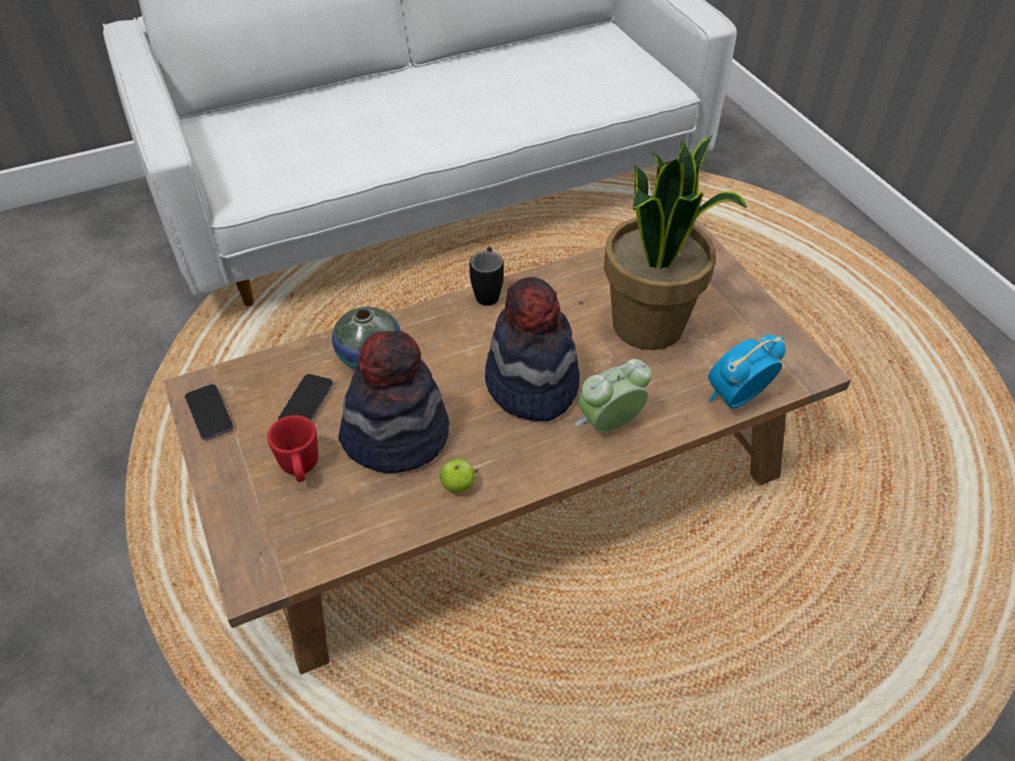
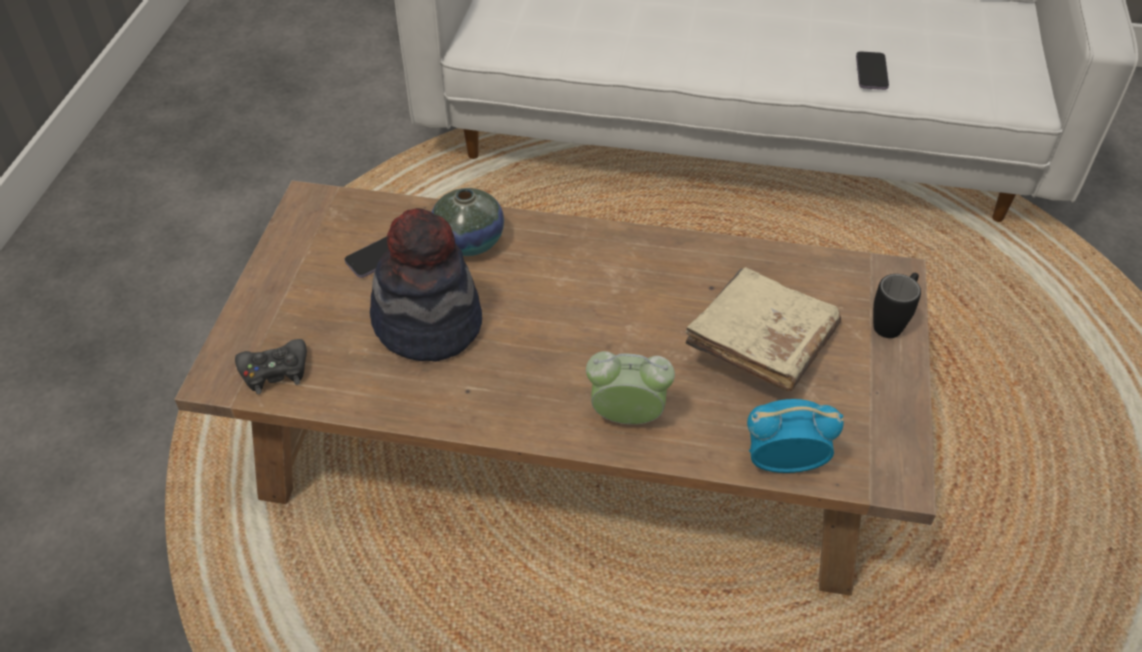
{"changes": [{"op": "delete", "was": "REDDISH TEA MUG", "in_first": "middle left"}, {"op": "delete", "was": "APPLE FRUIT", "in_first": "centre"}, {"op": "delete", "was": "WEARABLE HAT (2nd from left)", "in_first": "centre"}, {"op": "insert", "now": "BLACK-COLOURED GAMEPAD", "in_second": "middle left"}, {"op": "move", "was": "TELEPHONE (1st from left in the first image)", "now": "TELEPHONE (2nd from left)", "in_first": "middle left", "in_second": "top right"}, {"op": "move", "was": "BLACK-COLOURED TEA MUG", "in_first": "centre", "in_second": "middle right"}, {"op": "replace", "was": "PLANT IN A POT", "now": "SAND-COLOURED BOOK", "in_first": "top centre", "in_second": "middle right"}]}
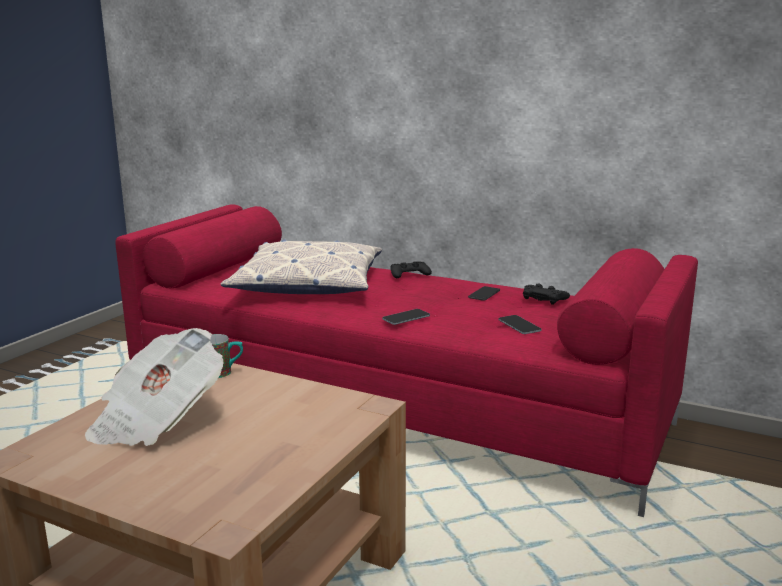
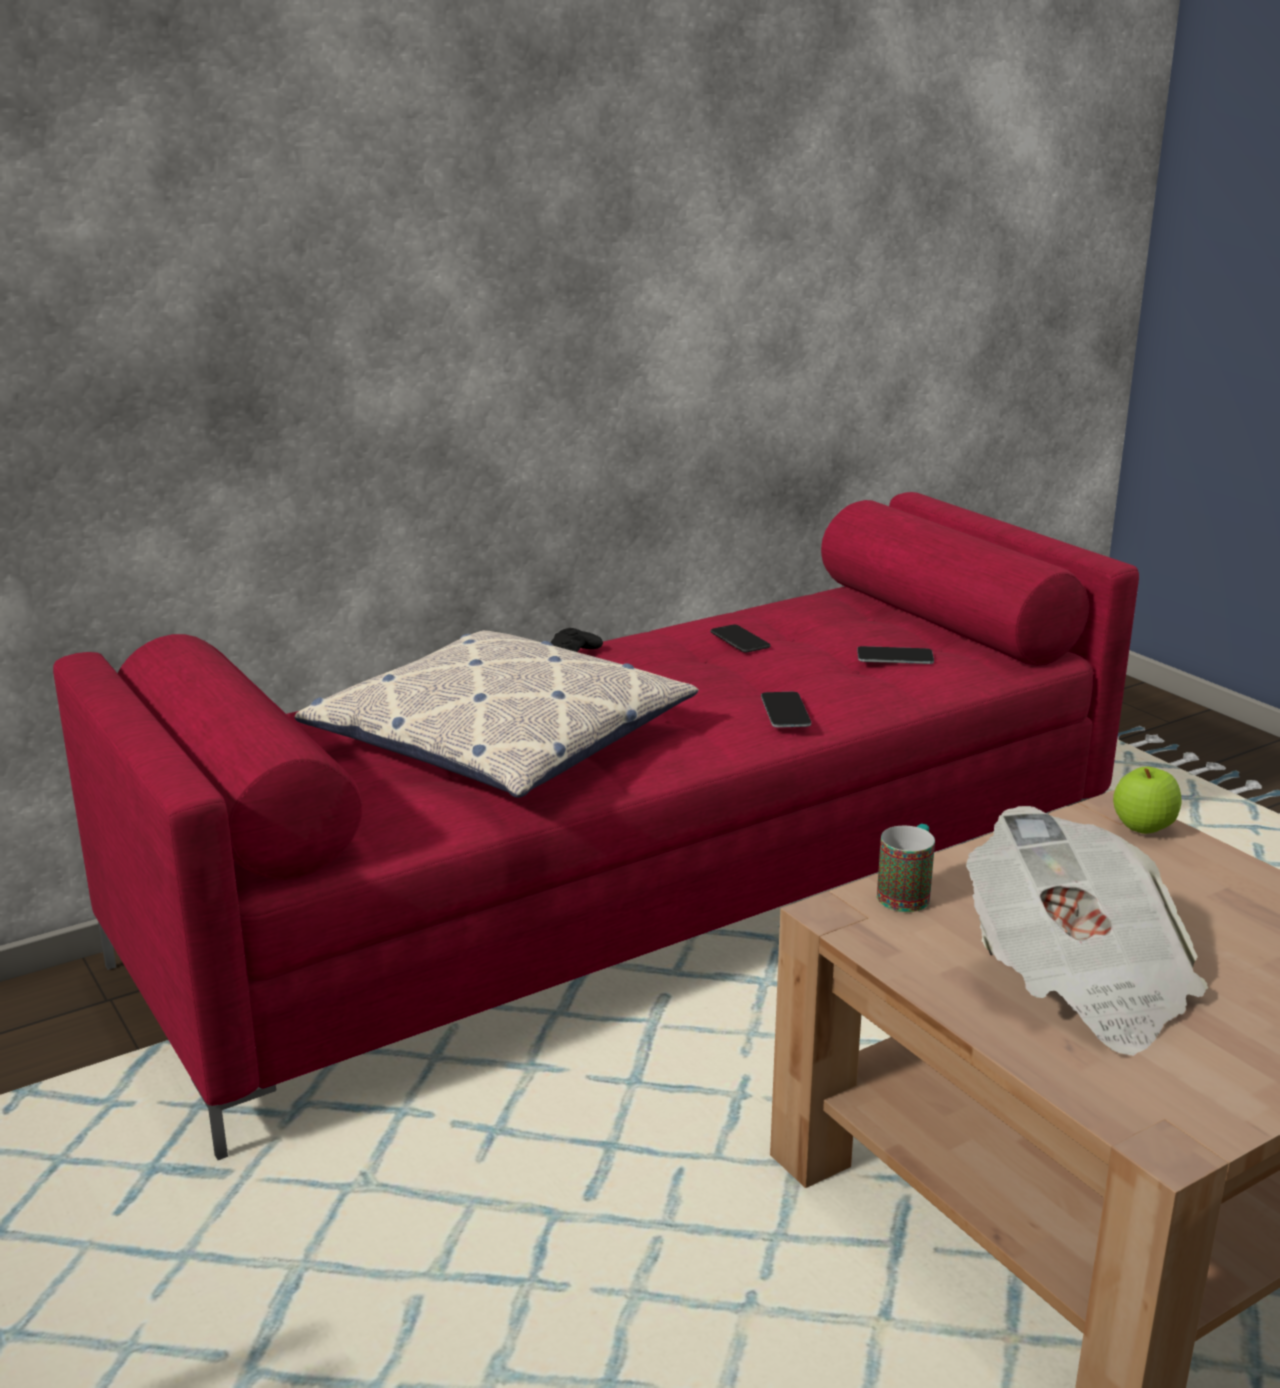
{"changes": [{"op": "delete", "was": "BLACK-COLOURED GAMEPAD (2nd from left)", "in_first": "middle right"}, {"op": "insert", "now": "APPLE FRUIT", "in_second": "middle right"}]}
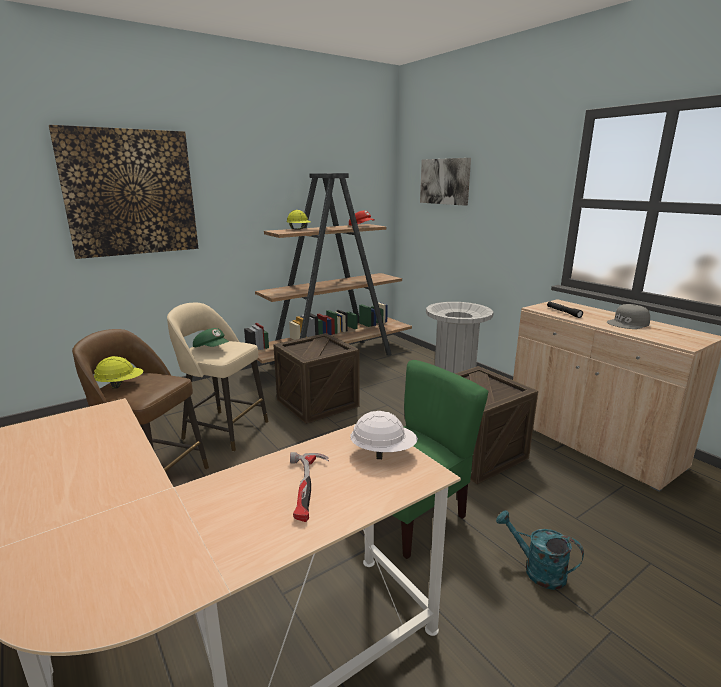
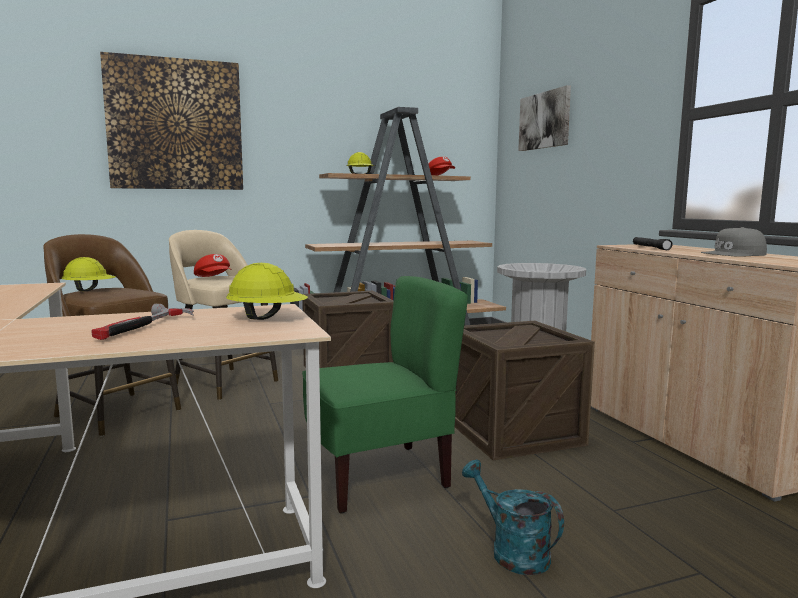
{"changes": [{"op": "recolor", "was": "GREEN-COLOURED PEAKED CAP", "now": "REDDISH PEAKED CAP (1st from left)", "in_first": "middle left", "in_second": "middle left"}, {"op": "recolor", "was": "WHITE WORK HELMET", "now": "YELLOWISH WORK HELMET (2nd from left)", "in_first": "centre", "in_second": "centre"}]}
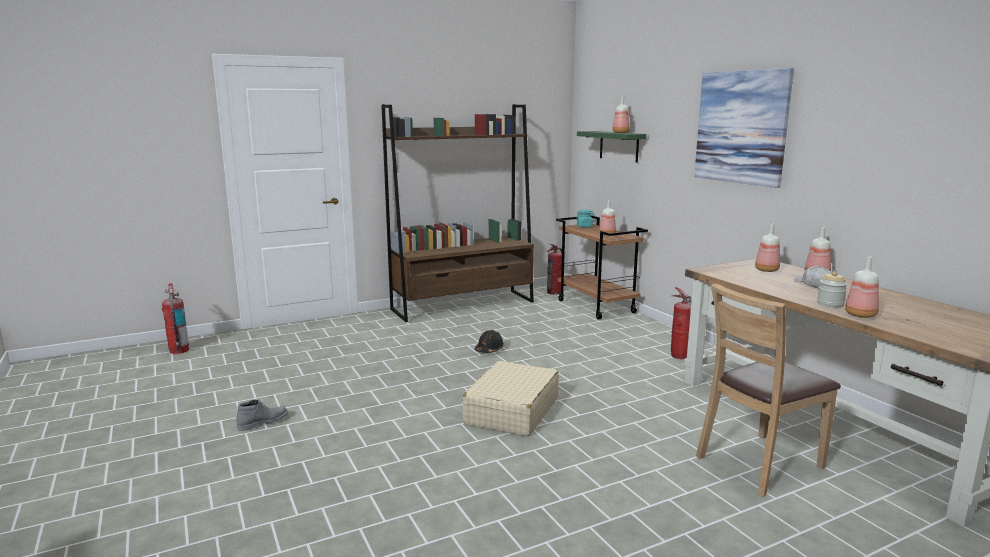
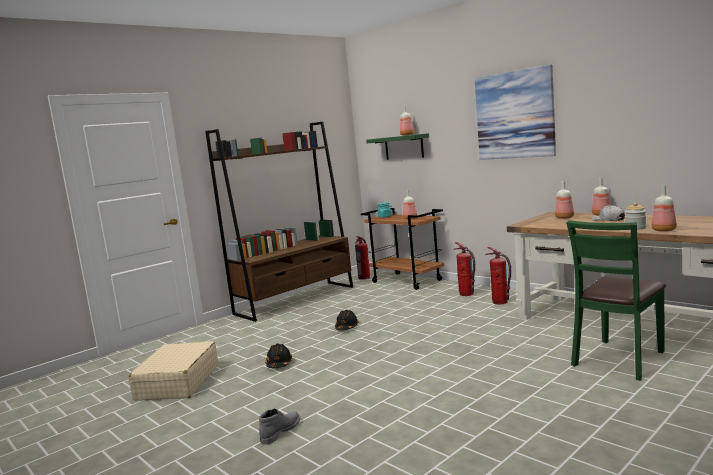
{"changes": [{"op": "insert", "now": "BLACK-COLOURED WORK HELMET (1st from left)", "in_second": "bottom centre"}, {"op": "move", "was": "FIRE-FIGHTING CYLINDER (1st from left in the first image)", "now": "FIRE-FIGHTING CYLINDER (2nd from left)", "in_first": "middle left", "in_second": "centre"}, {"op": "move", "was": "GREYISH BOOT", "in_first": "bottom left", "in_second": "bottom centre"}, {"op": "move", "was": "SAND-COLOURED SUITCASE", "in_first": "bottom centre", "in_second": "bottom left"}, {"op": "recolor", "was": "BROWN PLAIN CHAIR", "now": "GREEN-COLOURED PLAIN CHAIR", "in_first": "bottom right", "in_second": "middle right"}]}
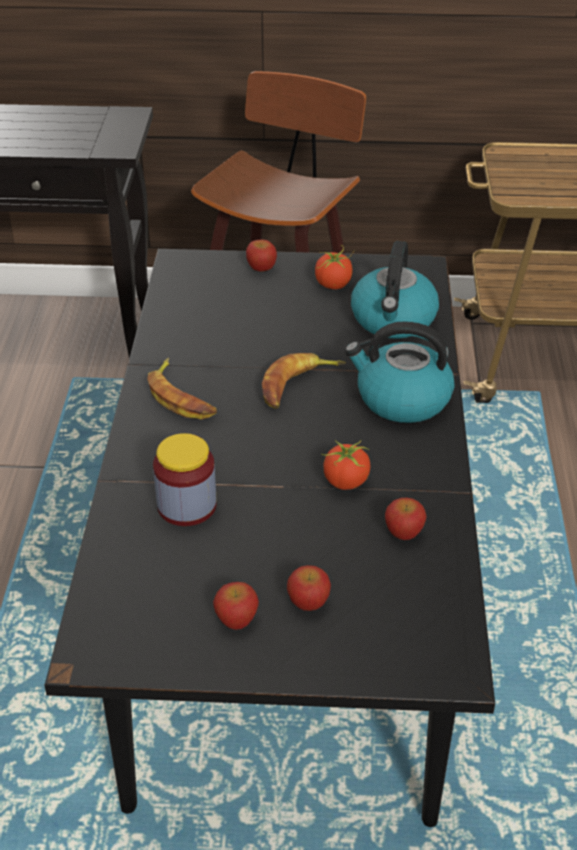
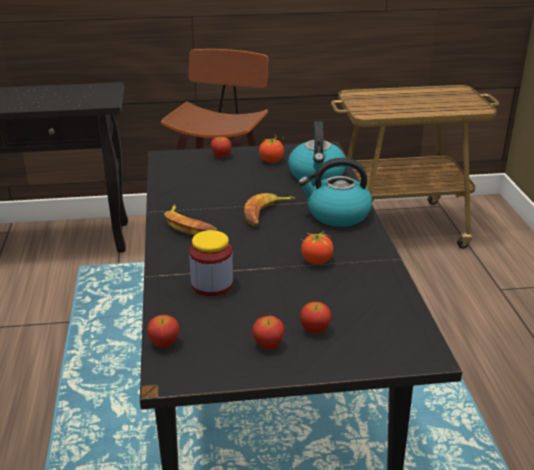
{"changes": [{"op": "move", "was": "APPLE FRUIT (4th from left in the first image)", "now": "APPLE FRUIT (1st from left)", "in_first": "middle right", "in_second": "bottom left"}]}
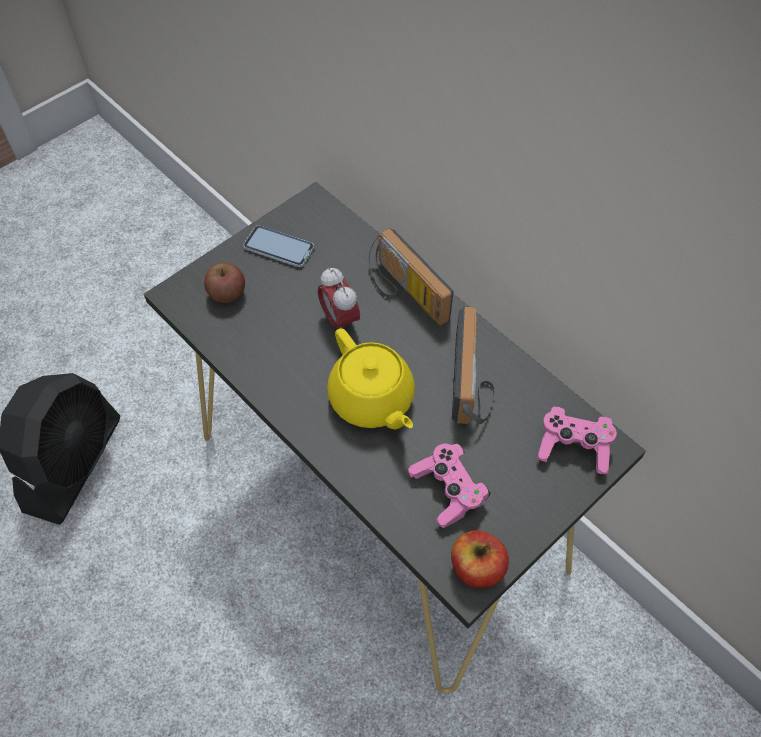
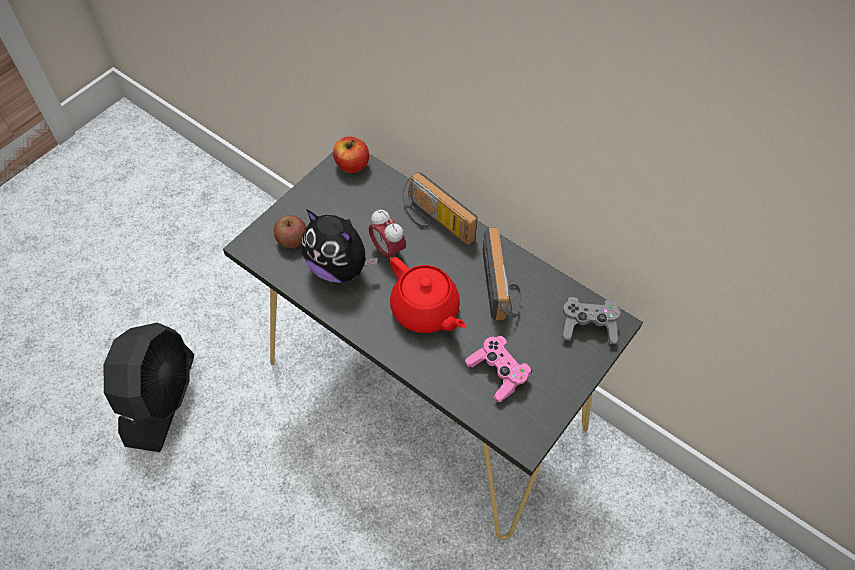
{"changes": [{"op": "delete", "was": "TELEPHONE", "in_first": "centre"}, {"op": "insert", "now": "CUDDLY TOY", "in_second": "centre"}, {"op": "move", "was": "APPLE FRUIT (2nd from left)", "in_first": "bottom centre", "in_second": "top centre"}, {"op": "recolor", "was": "YELLOWISH POT FOR TEA", "now": "REDDISH POT FOR TEA", "in_first": "centre", "in_second": "centre"}, {"op": "recolor", "was": "PINKISH GAMEPAD (2nd from left)", "now": "GREYISH GAMEPAD", "in_first": "middle right", "in_second": "middle right"}]}
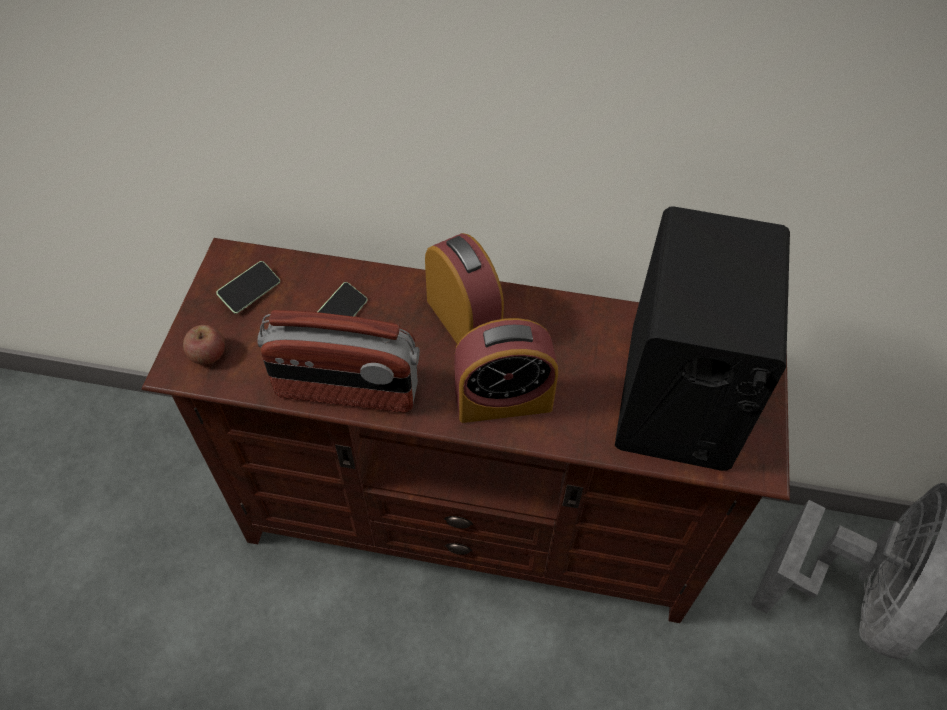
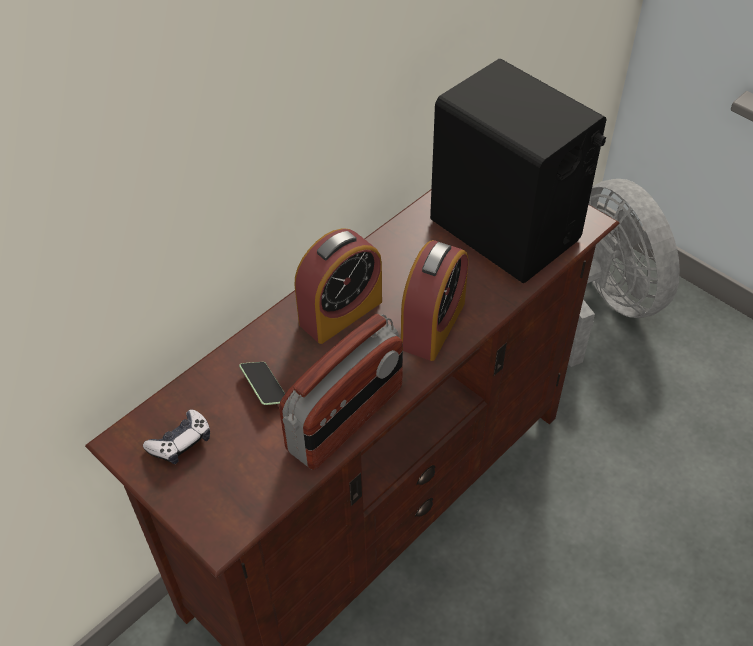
{"changes": [{"op": "delete", "was": "APPLE FRUIT", "in_first": "middle left"}, {"op": "replace", "was": "TELEPHONE (1st from left)", "now": "GAMEPAD", "in_first": "middle left", "in_second": "bottom left"}, {"op": "rotate", "was": "ALARM CLOCK (1st from left)", "in_first": "centre", "in_second": "centre", "clockwise": 135}]}
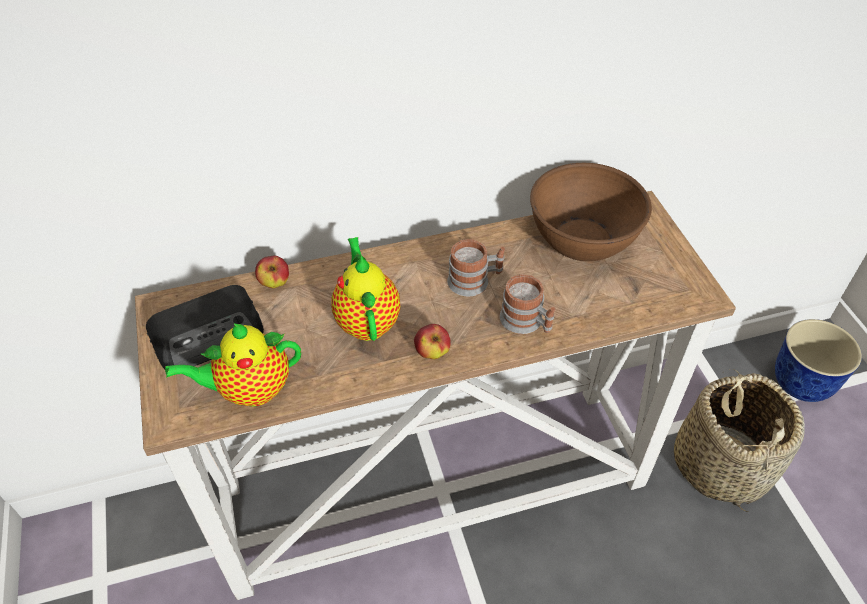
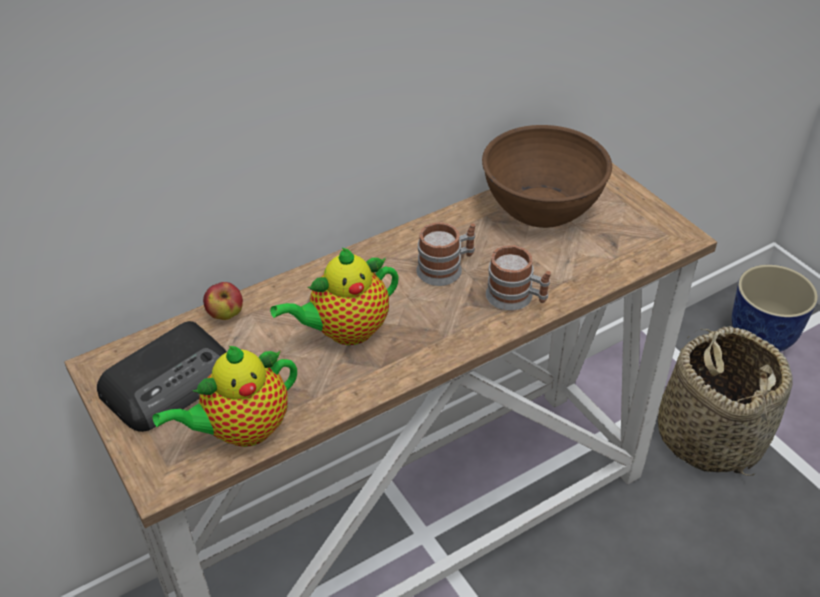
{"changes": [{"op": "delete", "was": "APPLE FRUIT (2nd from left)", "in_first": "centre"}, {"op": "rotate", "was": "POT FOR TEA (2nd from left)", "in_first": "centre", "in_second": "centre", "clockwise": -90}]}
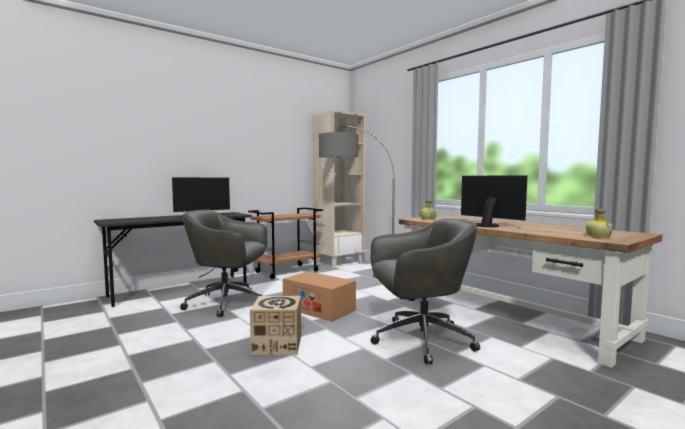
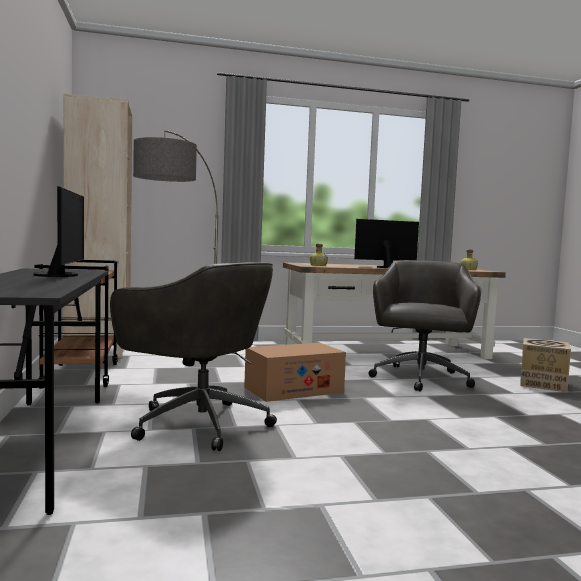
{"changes": [{"op": "move", "was": "CARTON (1st from left in the first image)", "now": "CARTON (2nd from left)", "in_first": "bottom centre", "in_second": "middle right"}, {"op": "rotate", "was": "GREYISH DESK CHAIR (1st from left)", "in_first": "middle left", "in_second": "middle left", "clockwise": -90}]}
